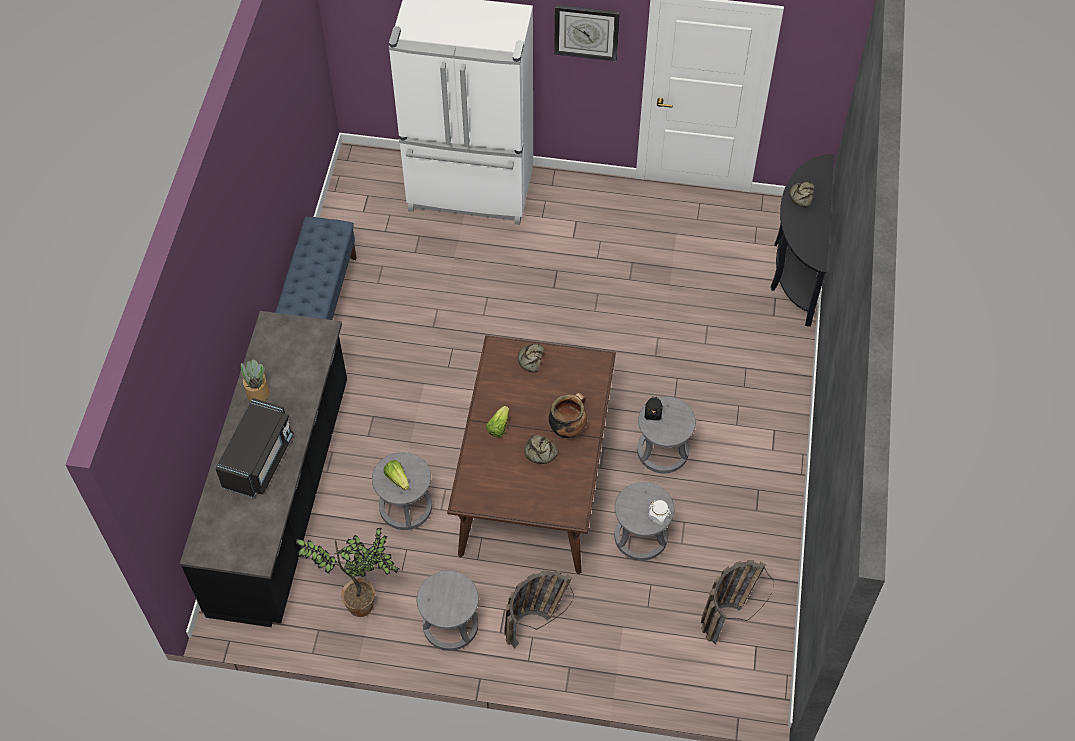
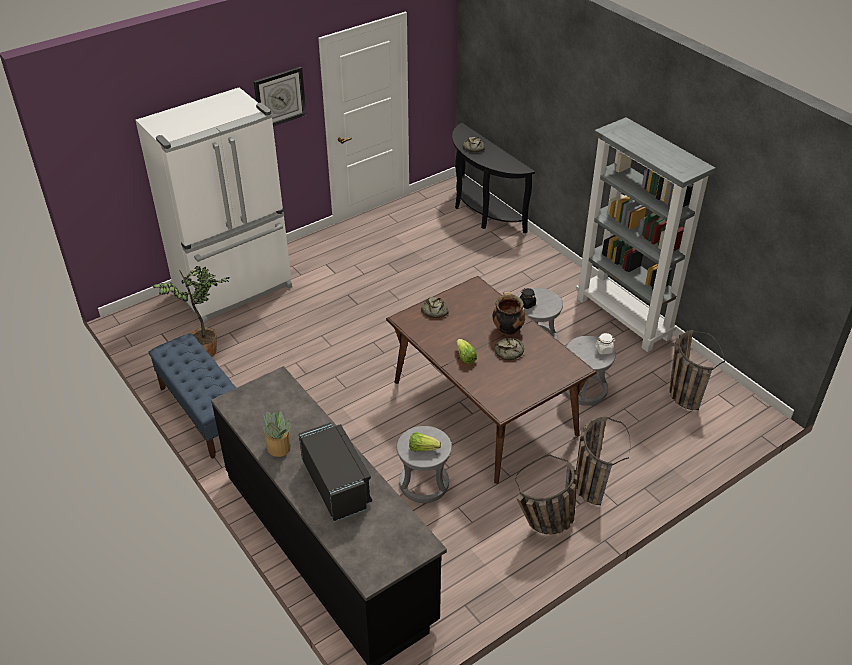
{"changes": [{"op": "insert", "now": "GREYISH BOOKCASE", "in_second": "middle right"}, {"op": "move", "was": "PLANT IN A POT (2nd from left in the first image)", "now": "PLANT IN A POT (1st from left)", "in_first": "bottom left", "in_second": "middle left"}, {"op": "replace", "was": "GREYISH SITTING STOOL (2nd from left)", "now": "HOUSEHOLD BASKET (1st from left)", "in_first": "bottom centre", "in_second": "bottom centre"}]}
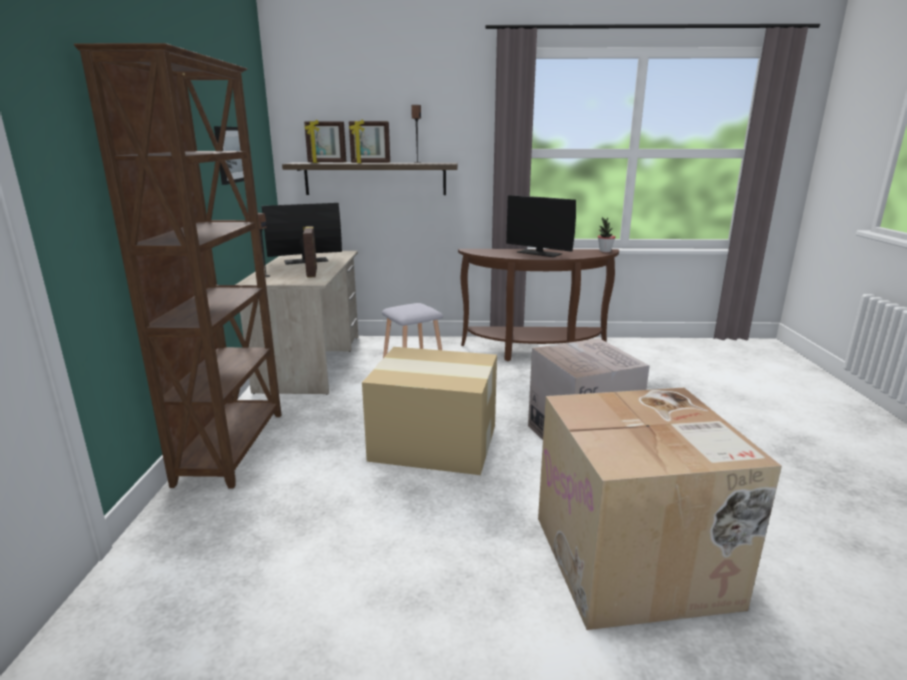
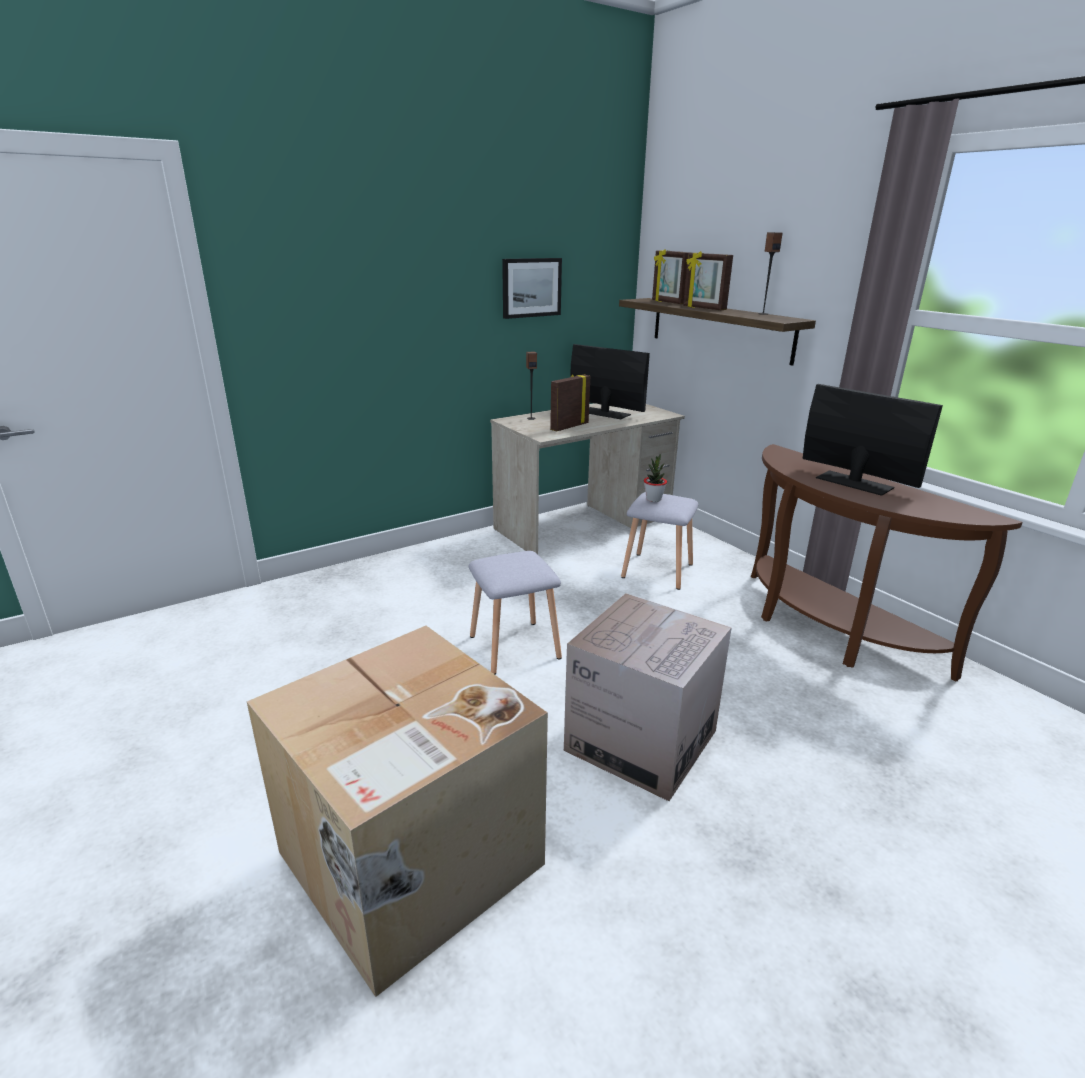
{"changes": [{"op": "delete", "was": "BROWN BOOKCASE", "in_first": "middle left"}, {"op": "move", "was": "PLANT IN A POT", "in_first": "middle right", "in_second": "centre"}, {"op": "replace", "was": "CARTON (1st from left)", "now": "GREYISH SITTING STOOL (1st from left)", "in_first": "centre", "in_second": "centre"}, {"op": "rotate", "was": "COMPUTER DISPLAY (2nd from left)", "in_first": "top centre", "in_second": "middle right", "clockwise": 135}]}
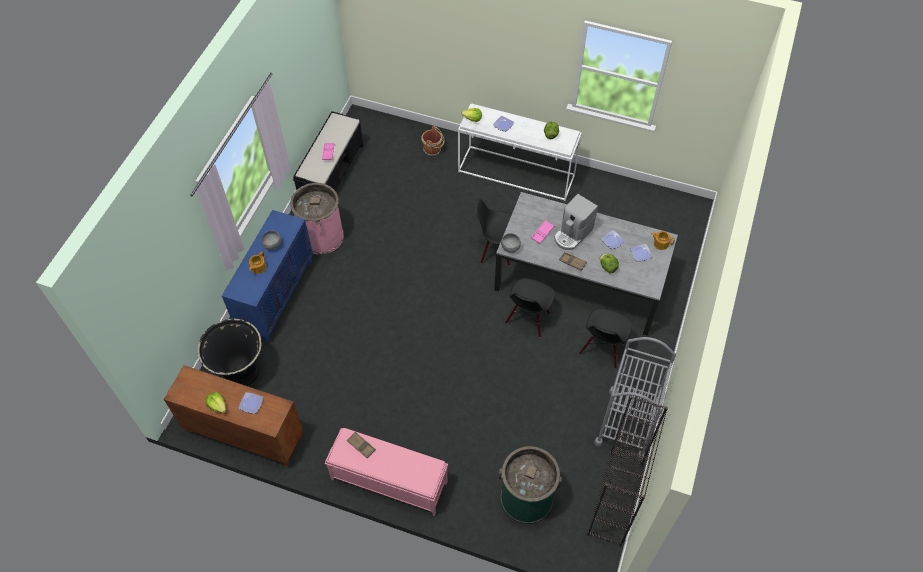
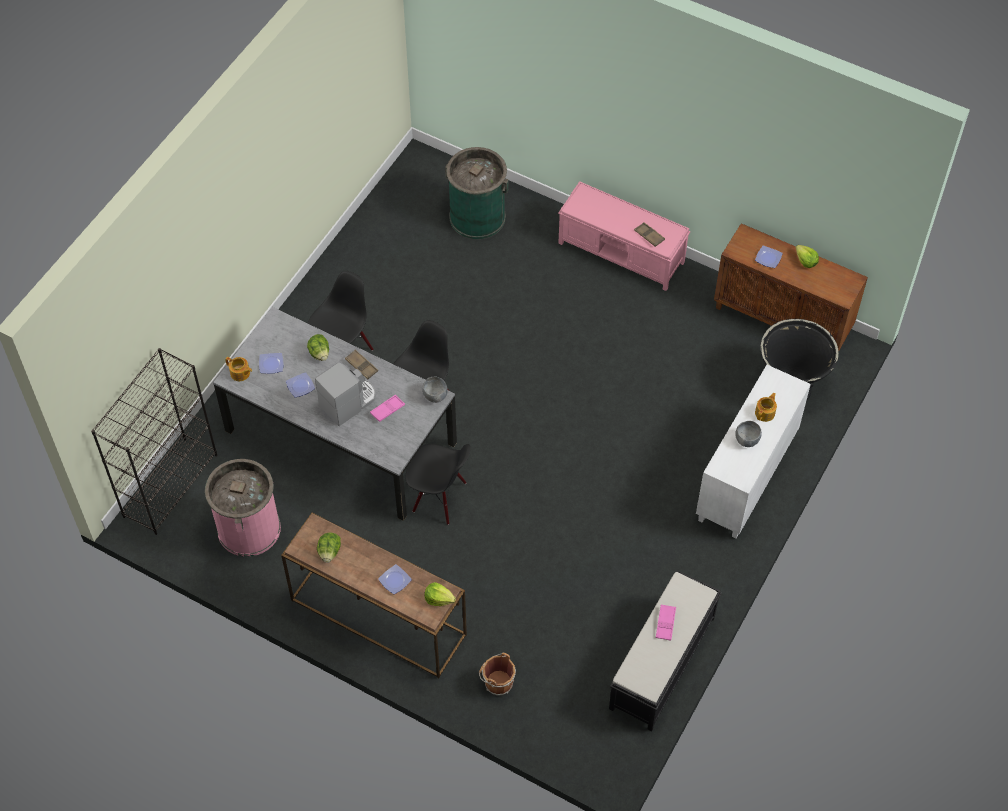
{"changes": [{"op": "delete", "was": "GREYISH CART", "in_first": "bottom right"}, {"op": "move", "was": "PINKISH WASTE BIN", "in_first": "centre", "in_second": "middle left"}, {"op": "move", "was": "BLACK-COLOURED BOOKCASE", "in_first": "bottom right", "in_second": "middle left"}, {"op": "recolor", "was": "BLUE-COLOURED CABINET", "now": "WHITE CABINET", "in_first": "middle left", "in_second": "middle right"}, {"op": "recolor", "was": "WHITE HALL TABLE", "now": "BROWN HALL TABLE", "in_first": "top centre", "in_second": "bottom centre"}]}
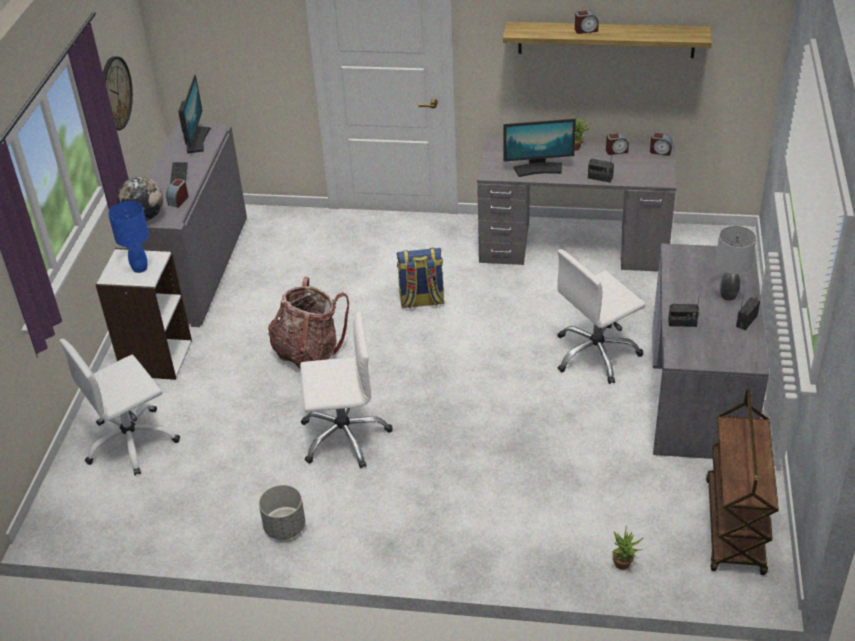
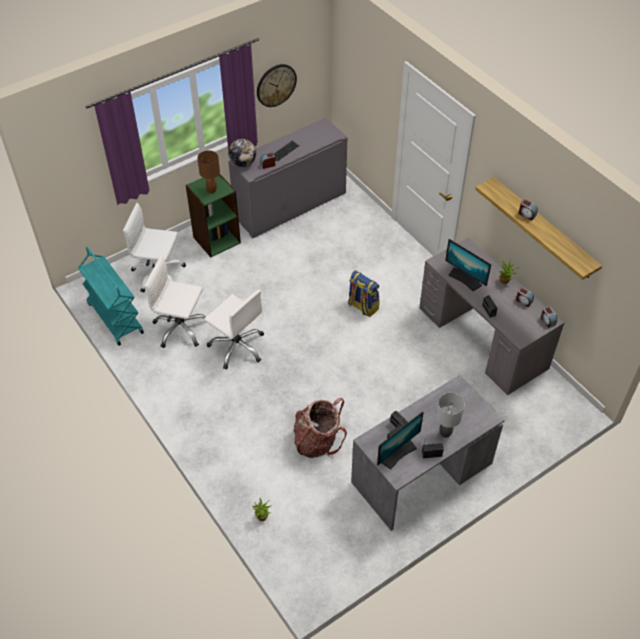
{"changes": [{"op": "delete", "was": "GREYISH PLANT POT", "in_first": "bottom left"}, {"op": "delete", "was": "BROWN CART", "in_first": "bottom right"}, {"op": "insert", "now": "BLUE-GREEN CART", "in_second": "middle left"}, {"op": "move", "was": "COMPUTER DISPLAY (1st from left)", "in_first": "top left", "in_second": "bottom centre"}, {"op": "move", "was": "RUCKSACK (1st from left)", "in_first": "centre", "in_second": "bottom centre"}, {"op": "move", "was": "WHITE DESK CHAIR (3rd from left in the first image)", "now": "WHITE DESK CHAIR (2nd from left)", "in_first": "middle right", "in_second": "middle left"}, {"op": "recolor", "was": "WHITE BOOKCASE", "now": "GREEN-COLOURED BOOKCASE", "in_first": "middle left", "in_second": "middle left"}, {"op": "recolor", "was": "BLUE-COLOURED TABLETOP LAMP", "now": "BROWN TABLETOP LAMP", "in_first": "middle left", "in_second": "top left"}]}
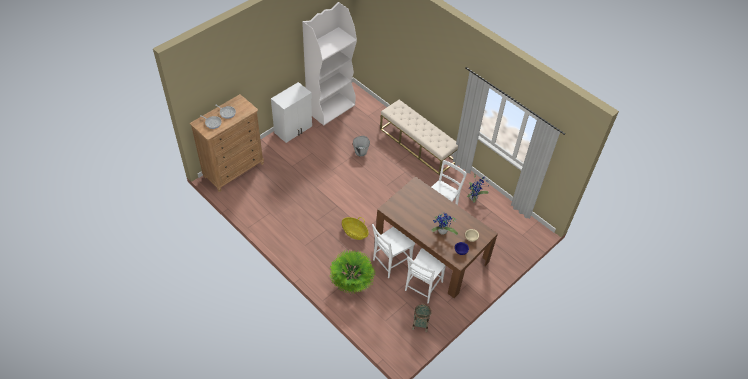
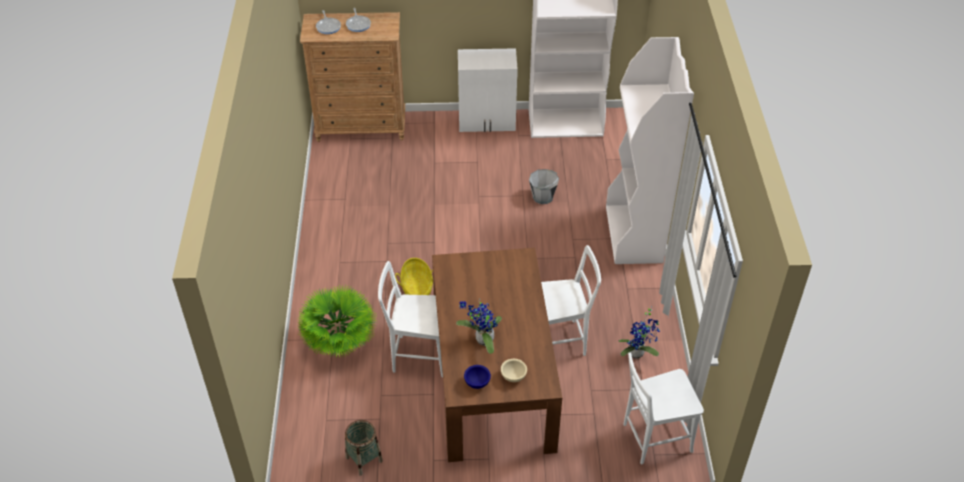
{"changes": [{"op": "move", "was": "WHITE PLAIN CHAIR (2nd from left in the first image)", "now": "WHITE PLAIN CHAIR (3rd from left)", "in_first": "bottom centre", "in_second": "bottom right"}, {"op": "replace", "was": "SAND-COLOURED BENCH", "now": "WHITE BOOKCASE (2nd from left)", "in_first": "centre", "in_second": "top right"}]}
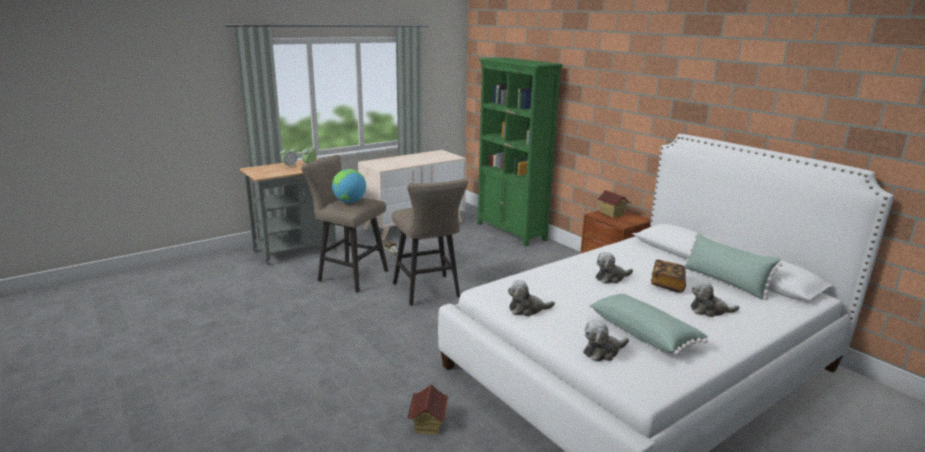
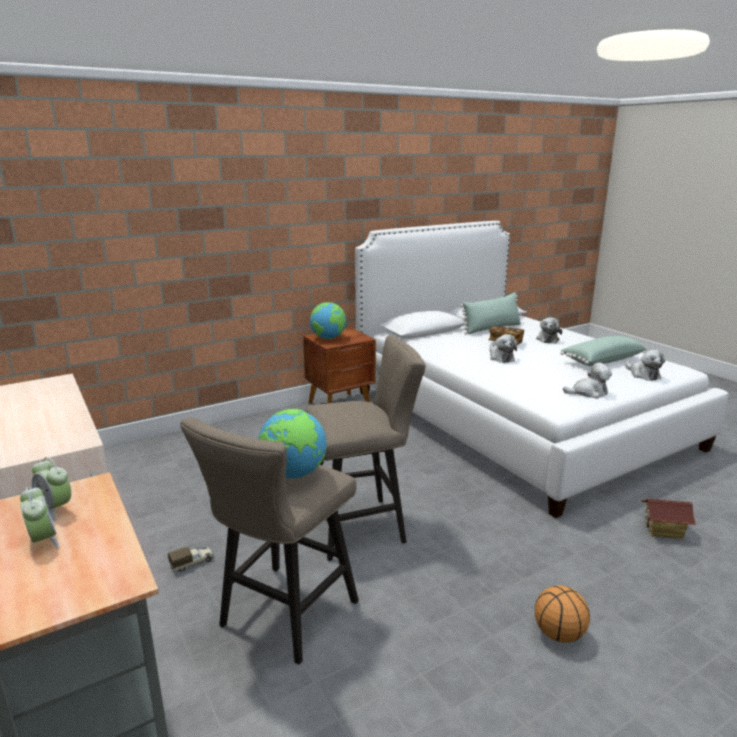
{"changes": [{"op": "delete", "was": "GREEN-COLOURED BOOKCASE", "in_first": "centre"}, {"op": "insert", "now": "BASKETBALL BALL", "in_second": "bottom right"}, {"op": "replace", "was": "MODEL HOUSE (2nd from left)", "now": "DESK GLOBE (2nd from left)", "in_first": "centre", "in_second": "centre"}, {"op": "rotate", "was": "CUDDLY TOY (1st from left in the first image)", "in_first": "centre", "in_second": "middle right", "clockwise": -90}]}
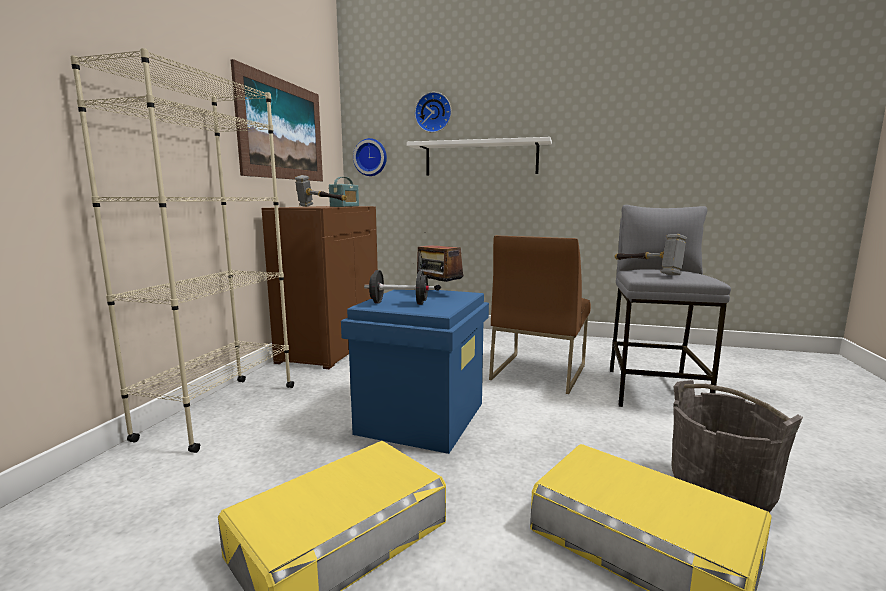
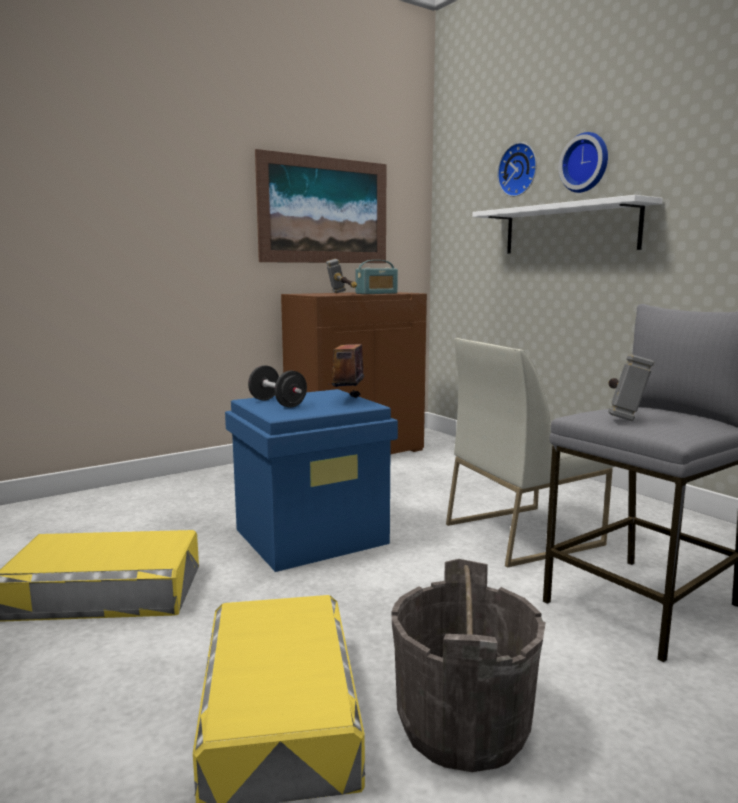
{"changes": [{"op": "delete", "was": "SAND-COLOURED BOOKCASE", "in_first": "middle left"}, {"op": "move", "was": "HANGING CLOCK (1st from left in the first image)", "now": "HANGING CLOCK (2nd from left)", "in_first": "top centre", "in_second": "top right"}, {"op": "recolor", "was": "BROWN PLAIN CHAIR", "now": "WHITE PLAIN CHAIR", "in_first": "centre", "in_second": "middle right"}]}
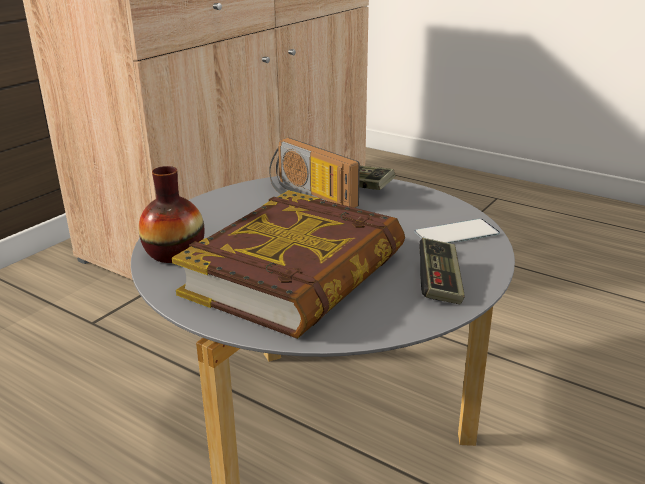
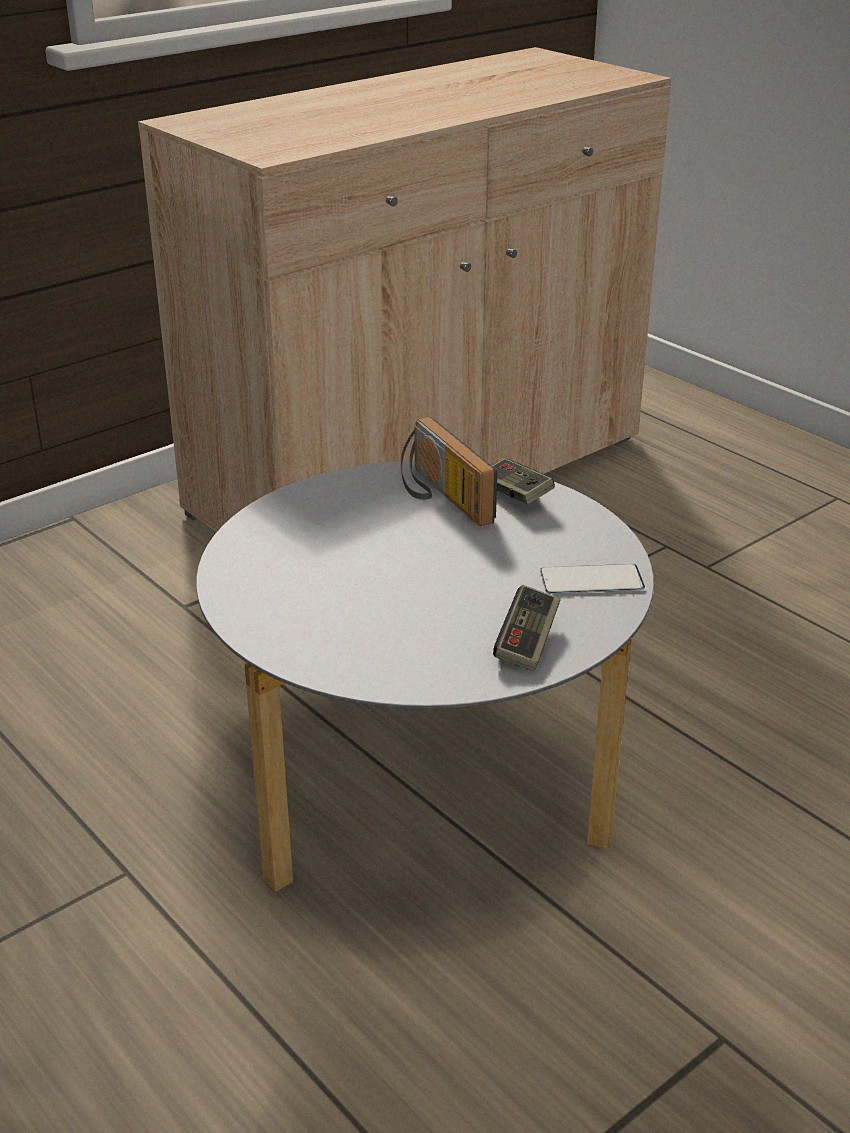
{"changes": [{"op": "delete", "was": "VASE", "in_first": "middle left"}, {"op": "delete", "was": "BOOK", "in_first": "centre"}]}
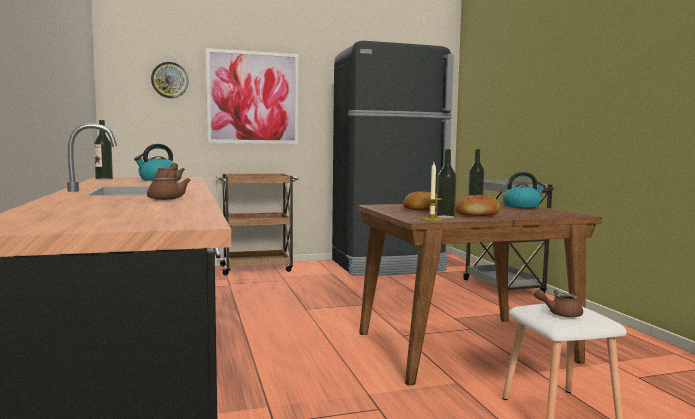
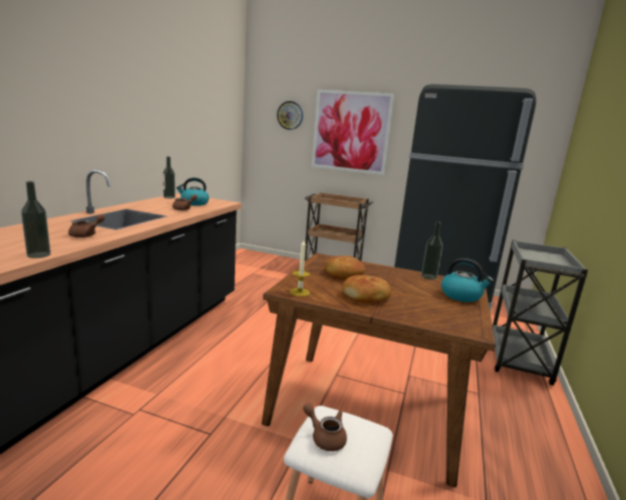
{"changes": [{"op": "move", "was": "DRINK BOTTLE (2nd from left in the first image)", "now": "DRINK BOTTLE (1st from left)", "in_first": "centre", "in_second": "middle left"}]}
